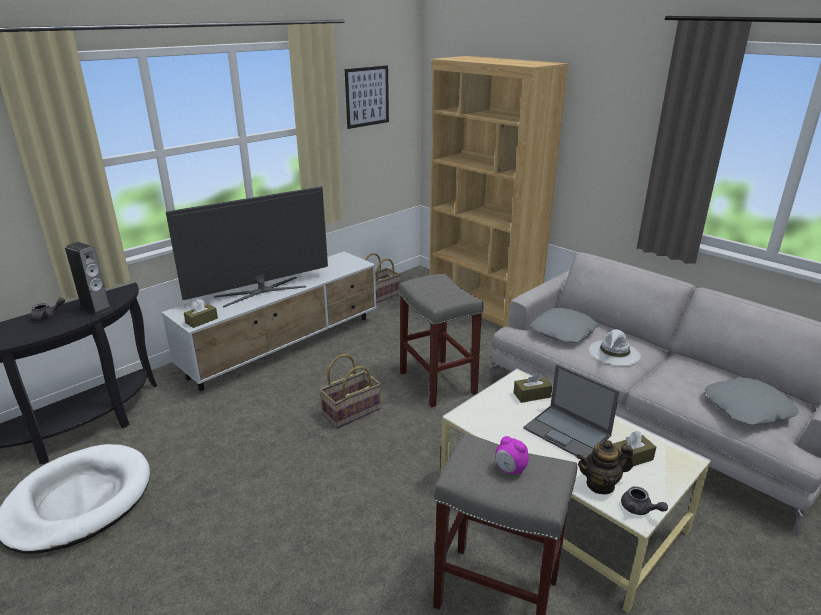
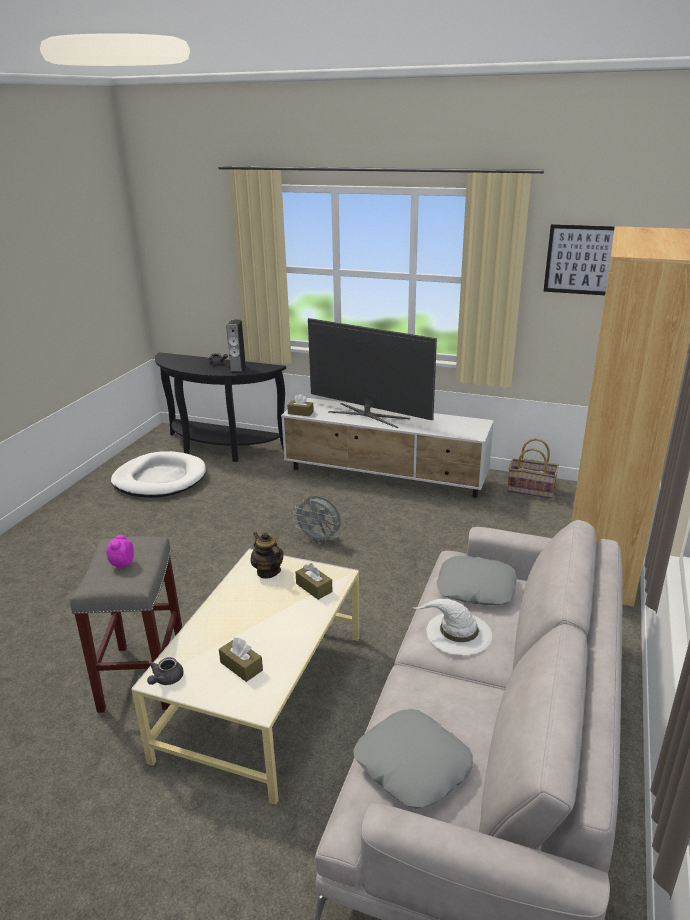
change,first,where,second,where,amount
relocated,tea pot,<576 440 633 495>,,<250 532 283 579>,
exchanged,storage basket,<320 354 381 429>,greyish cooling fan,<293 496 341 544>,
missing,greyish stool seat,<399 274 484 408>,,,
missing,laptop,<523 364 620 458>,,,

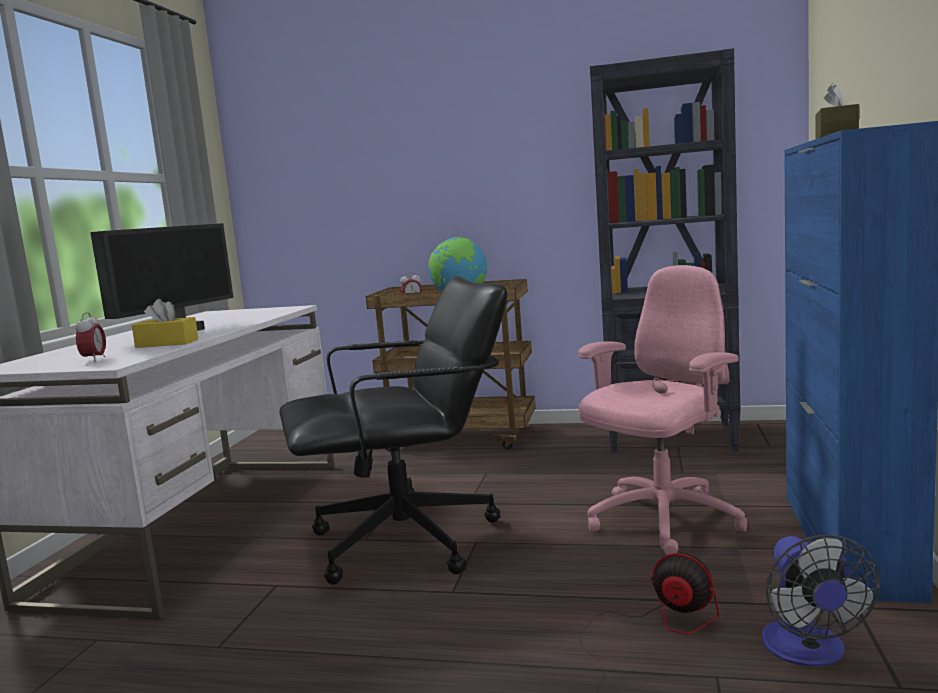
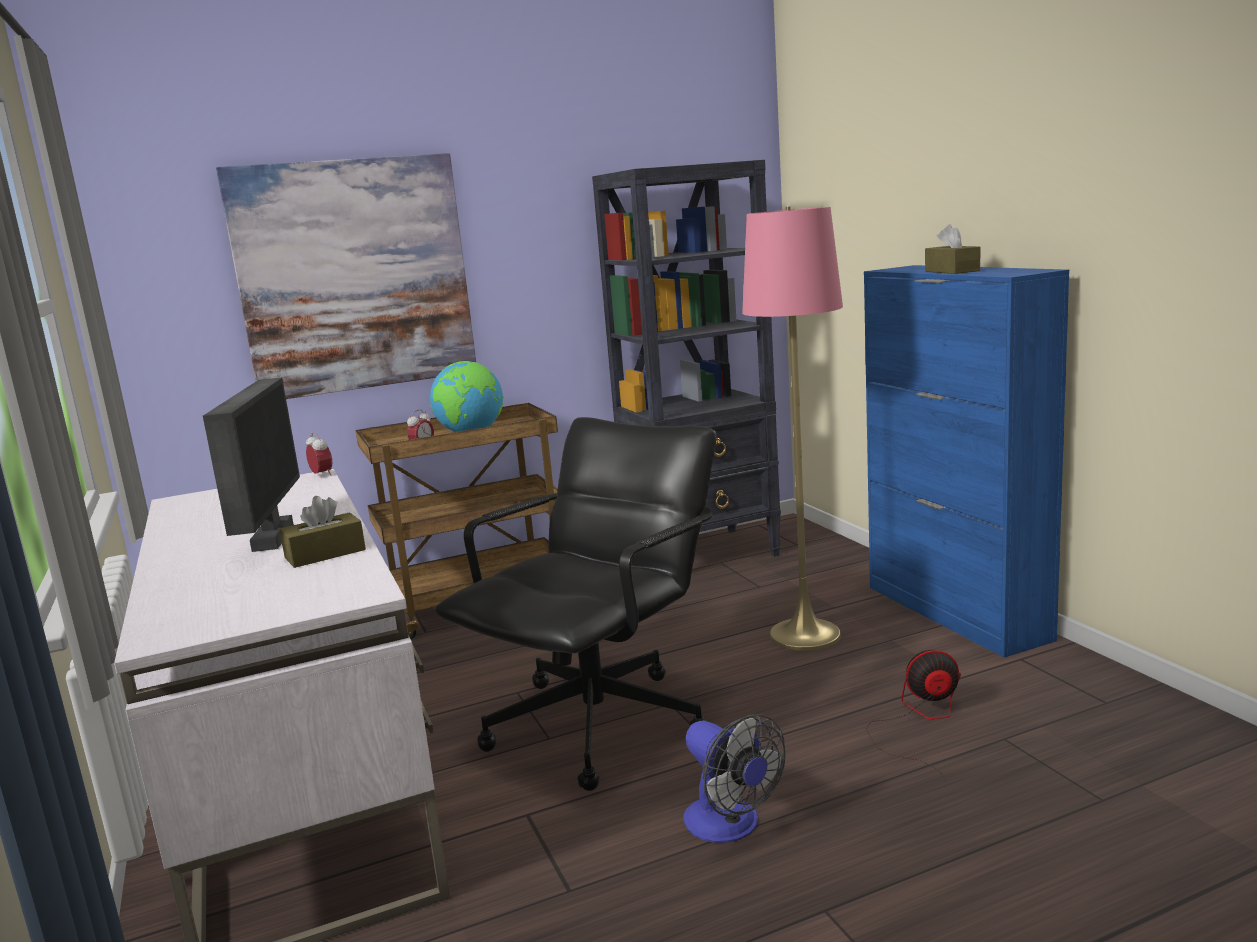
change,first,where,second,where,amount
appeared,,,wall picture,<216 153 476 399>,
colour,yellowish tissue holder,<132 299 198 348>,brown-coloured tissue holder,<279 496 366 568>,
relocated,table clock,<75 312 106 361>,,<306 432 332 476>,
relocated,cooling fan,<762 535 880 667>,,<683 714 785 843>,
exchanged,pink-coloured office chair,<578 265 748 555>,pink-coloured standard lamp,<742 207 843 651>,

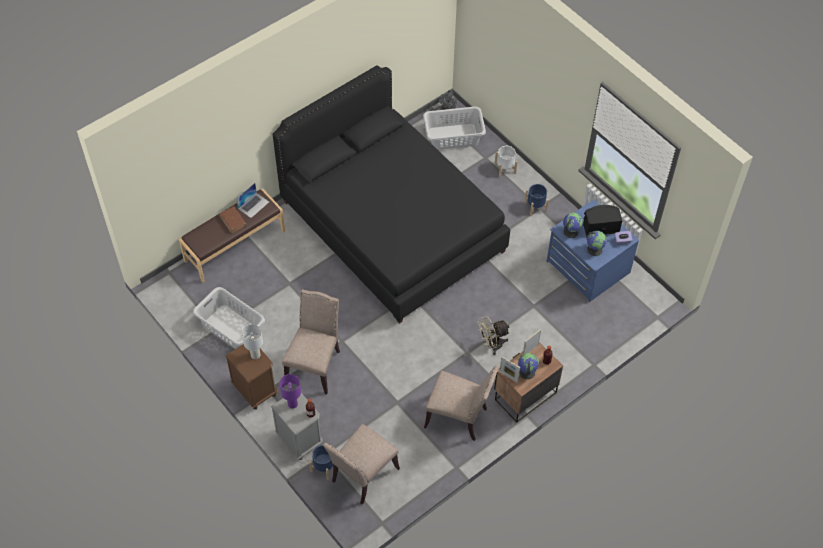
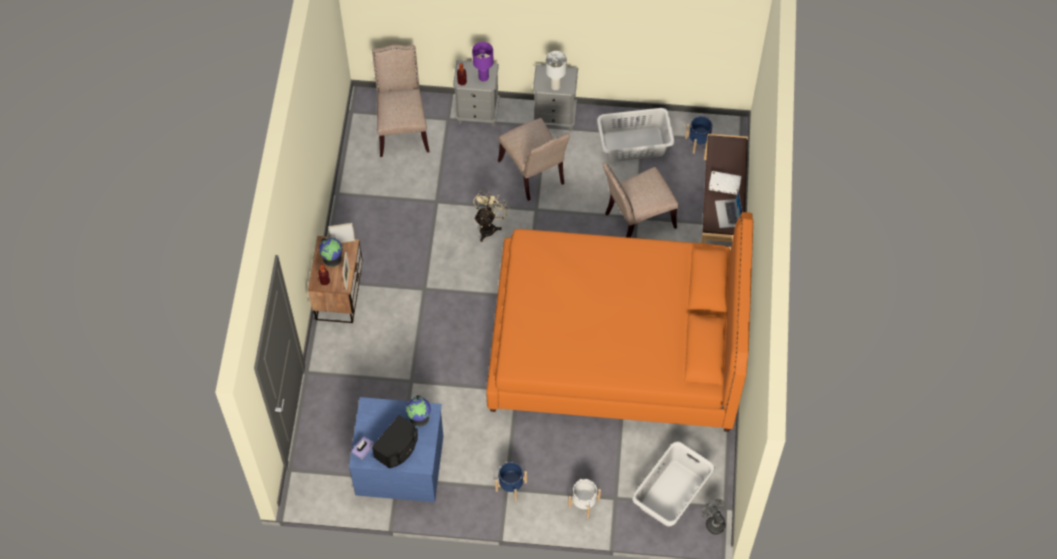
change,first,where,second,where,amount
relocated,beige-coloured cooling fan,<478 316 510 355>,,<473 190 510 242>,
colour,black-coloured sleeping bed,<273 65 510 323>,orange sleeping bed,<486 212 753 432>,
colour,brown-coloured nightstand,<226 344 277 409>,greyish nightstand,<533 64 578 131>,
relocated,beige-coloured upright chair,<424 365 499 441>,,<602 162 679 238>,
relocated,bluish planter,<309 445 333 480>,,<685 116 714 154>,
colour,brown-coloured book,<220 206 246 233>,white-coloured book,<709 171 741 195>,
missing,desk globe,<587 231 607 256>,,,

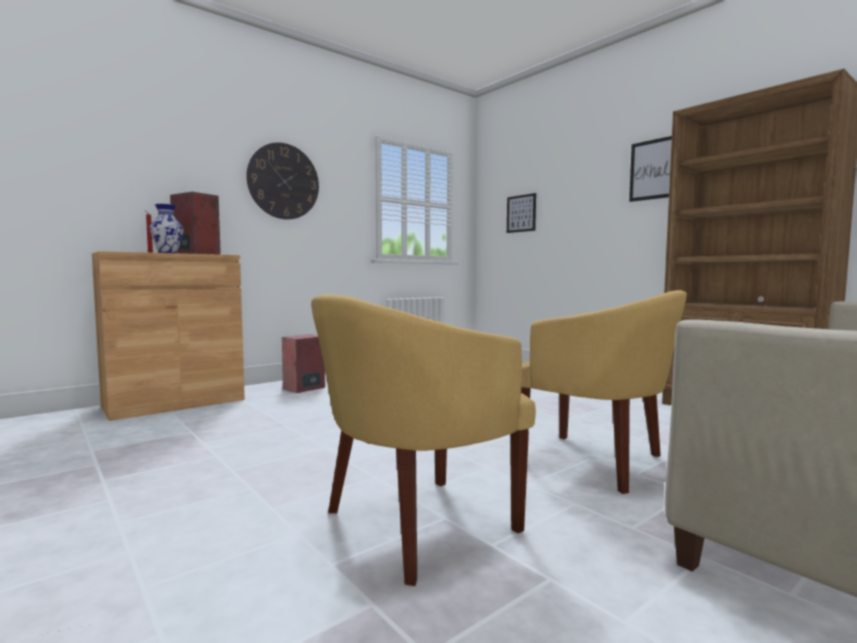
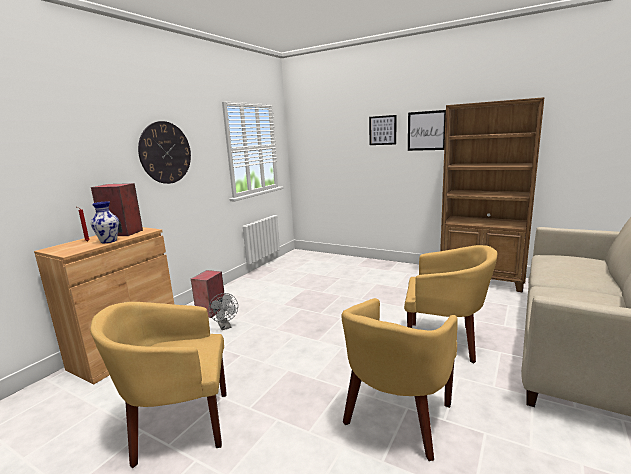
change,first,where,second,where,amount
appeared,,,yellowish easy chair,<90 302 227 468>,
appeared,,,greyish cooling fan,<208 293 238 330>,
relocated,wall picture,<507 193 536 233>,,<369 115 396 145>,

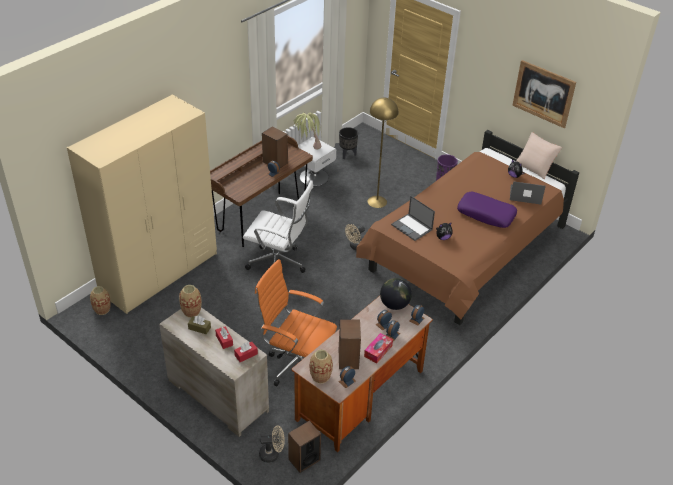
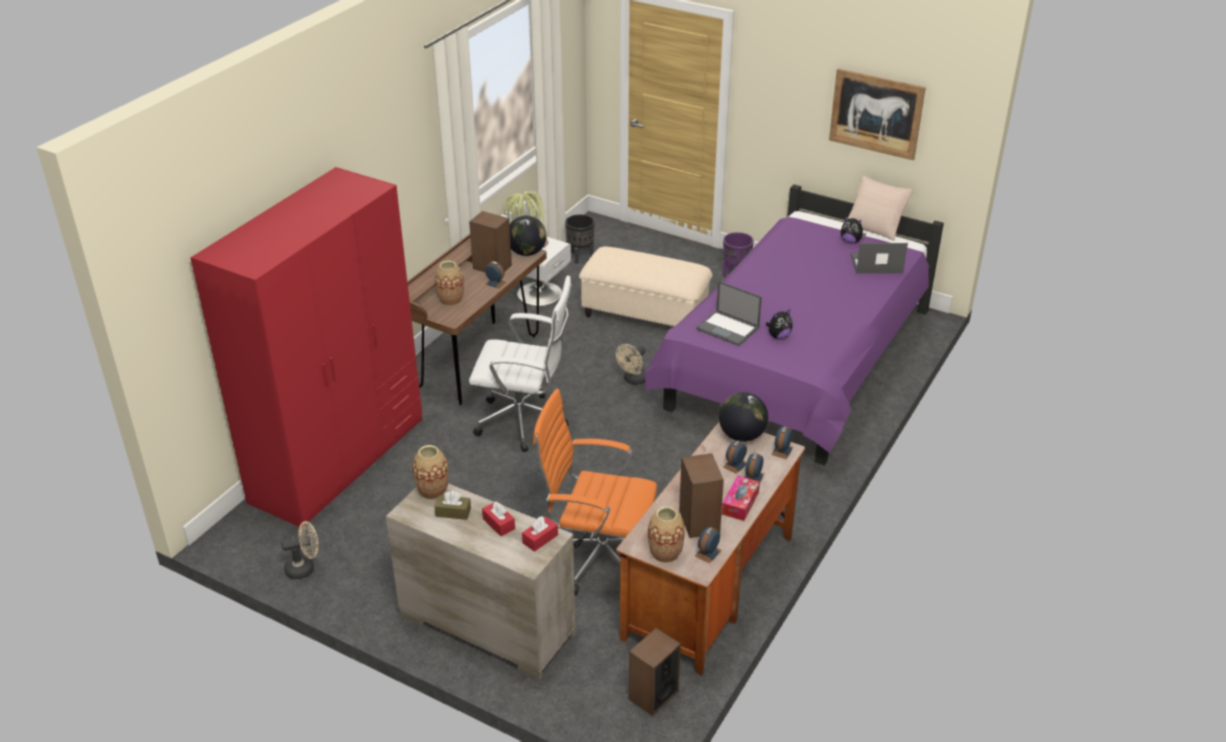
change,first,where,second,where,amount
colour,beige-coloured clothes cupboard,<67 95 217 314>,red clothes cupboard,<190 167 422 528>,
relocated,beige-coloured cooling fan,<259 425 285 463>,,<281 521 318 579>,
relocated,vase,<90 286 111 315>,,<435 261 464 306>,
appeared,,,desk globe,<510 215 546 256>,
exchanged,yellowish standard lamp,<368 98 399 208>,beige-coloured footrest,<579 246 712 327>,
colour,brown-coloured sleeping bed,<356 130 579 325>,purple-coloured sleeping bed,<645 184 944 465>,
missing,purple-coloured pillow,<457 192 517 228>,,,

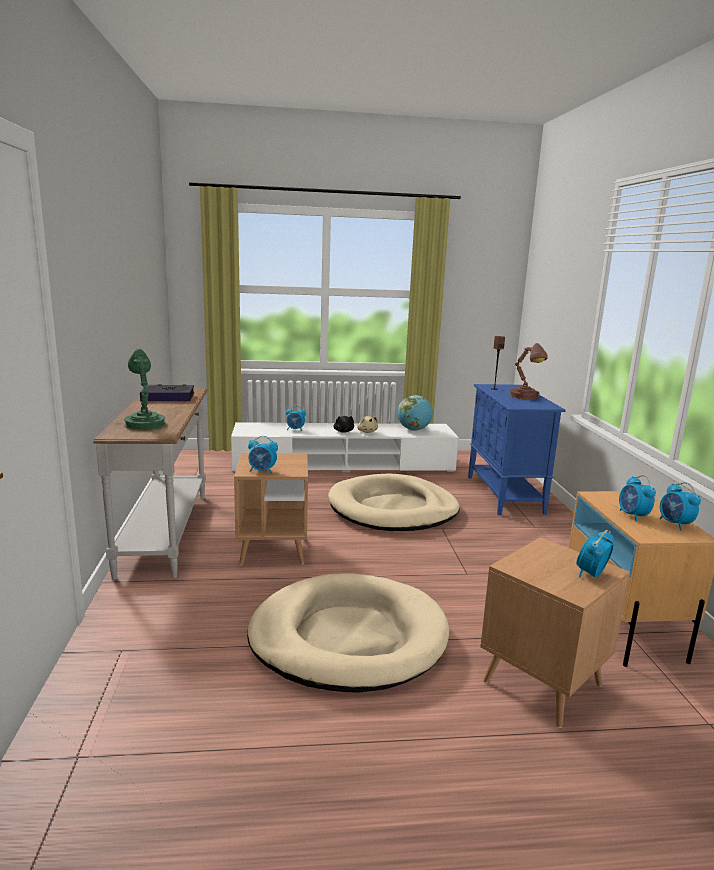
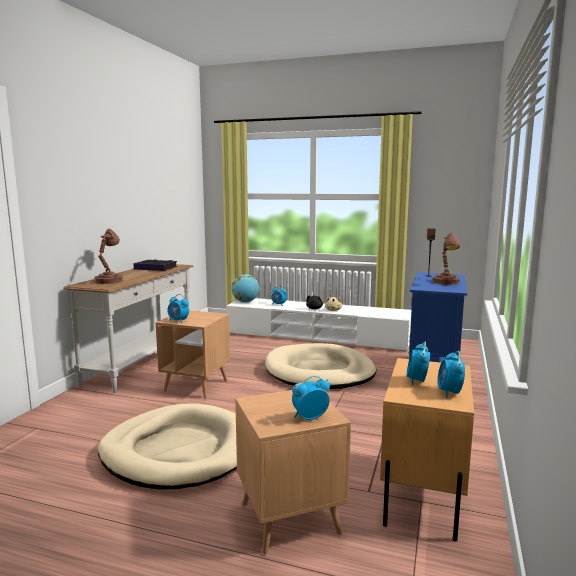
change,first,where,second,where,amount
colour,green-coloured tabletop lamp,<124 349 165 430>,brown-coloured tabletop lamp,<94 229 123 284>,
relocated,desk globe,<398 395 433 431>,,<231 274 259 302>,

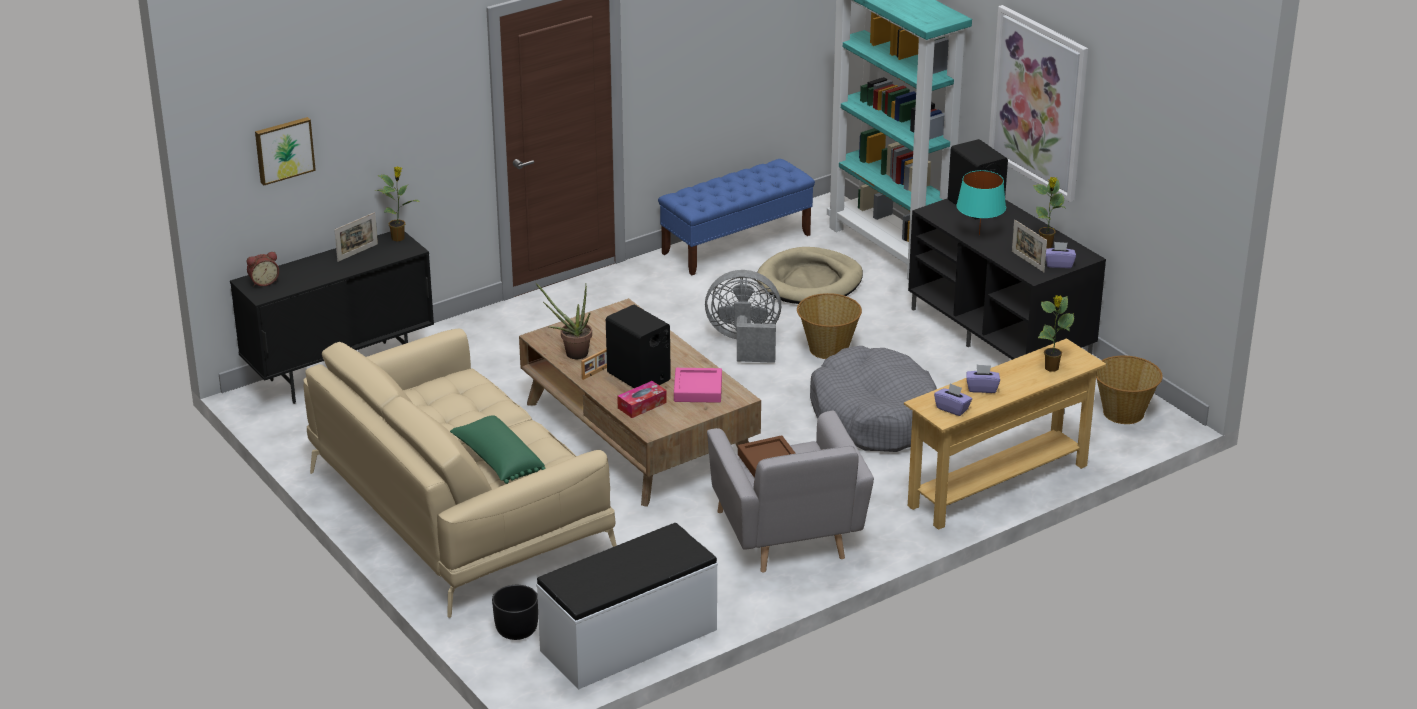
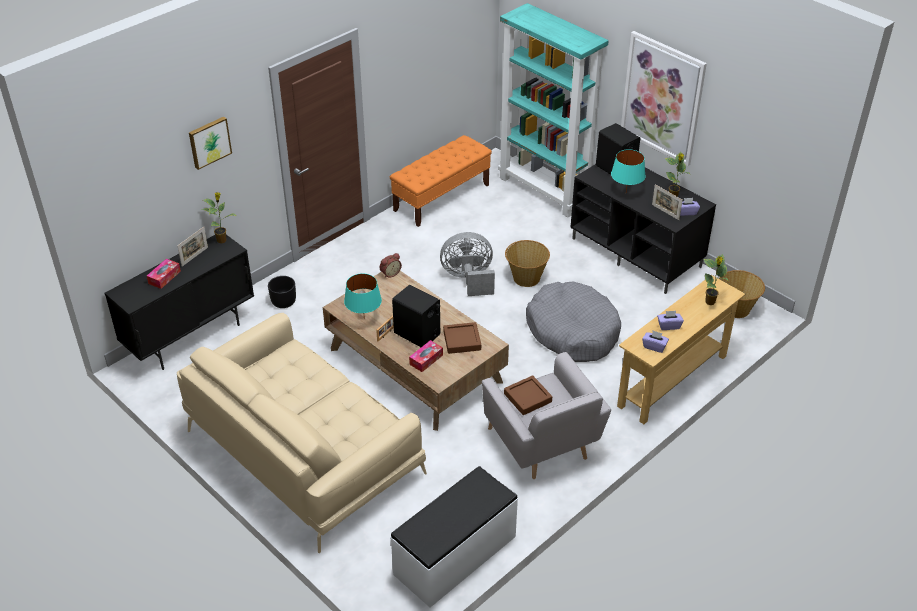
change,first,where,second,where,amount
appeared,,,tissue holder,<147 258 181 289>,
relocated,wall picture,<255 117 316 185>,,<189 116 232 170>,
relocated,black-coloured planter,<492 585 538 640>,,<268 276 296 308>,
exchanged,potted plant,<536 283 592 359>,turquoise tabletop lamp,<344 273 382 319>,
relocated,table clock,<247 252 279 286>,,<380 253 402 278>,
colour,bluish bench,<658 159 815 275>,orange bench,<390 135 492 227>,
colour,pink-coloured tray,<674 368 722 403>,brown-coloured tray,<443 322 481 354>,
missing,green-coloured pillow,<450 416 546 484>,,,
missing,beige-coloured dog cushion,<757 247 863 304>,,,

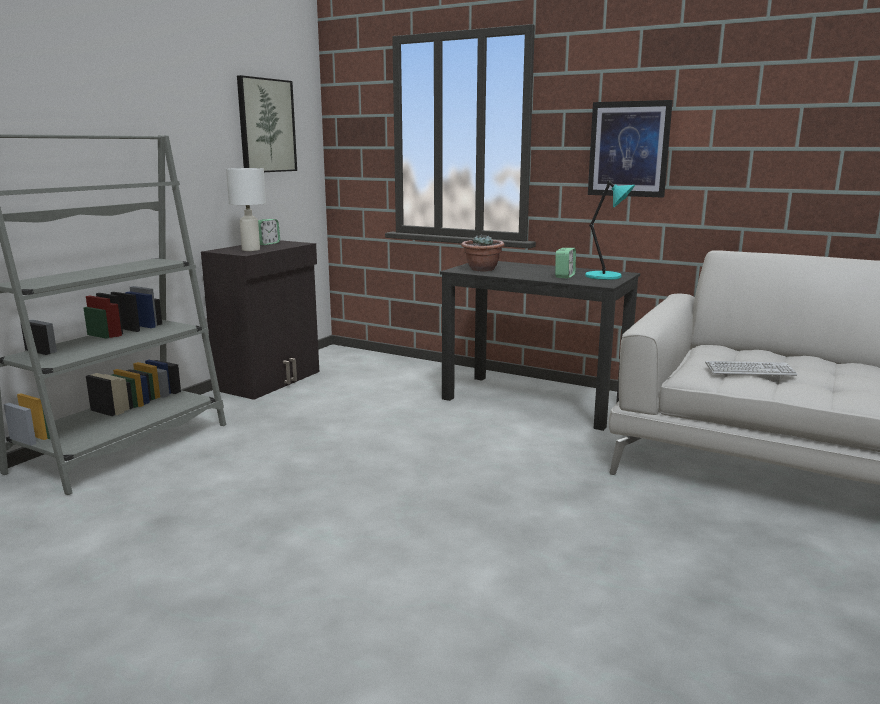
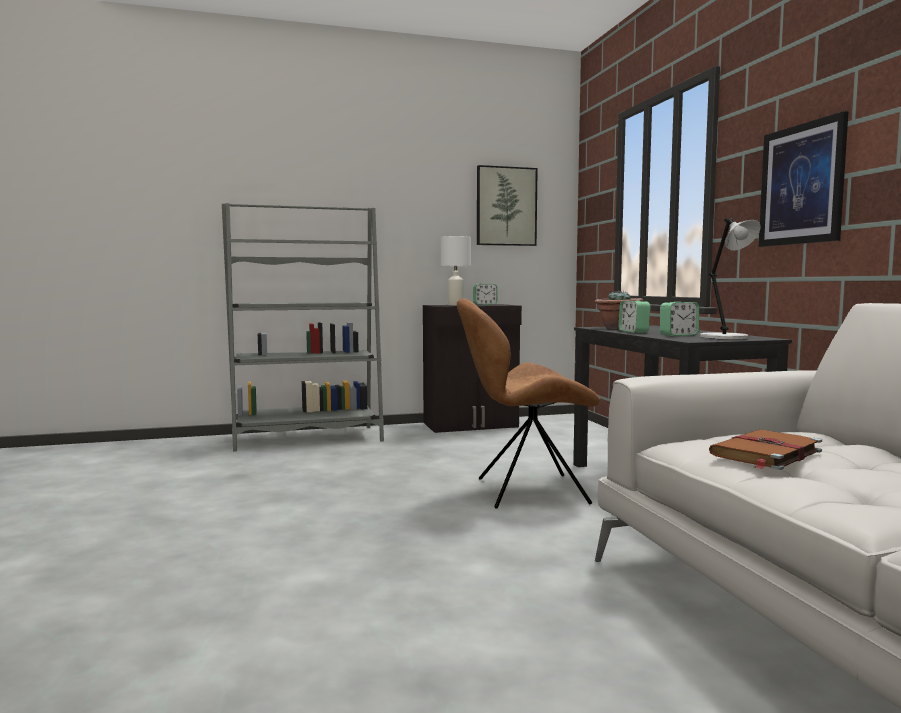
change,first,where,second,where,amount
appeared,,,brown-coloured upright chair,<457 298 601 509>,
appeared,,,table clock,<618 301 651 333>,
colour,turquoise tabletop lamp,<585 181 635 280>,greyish tabletop lamp,<700 218 761 340>,
exchanged,computer keyboard,<705 361 798 376>,brown-coloured book,<709 429 822 470>,

